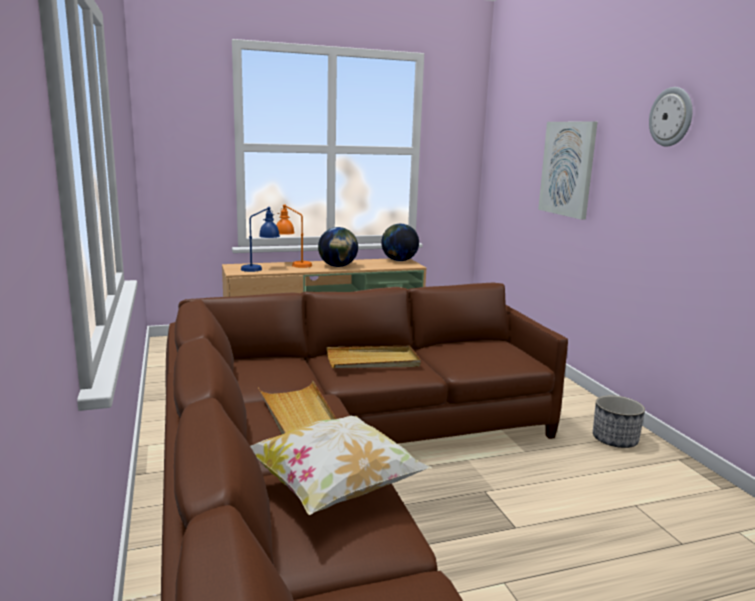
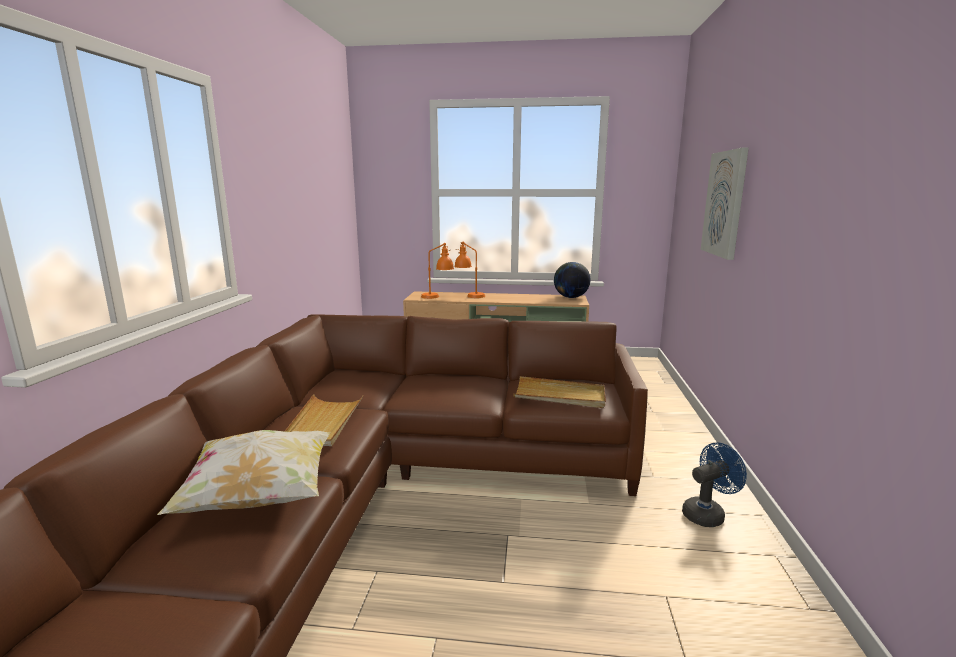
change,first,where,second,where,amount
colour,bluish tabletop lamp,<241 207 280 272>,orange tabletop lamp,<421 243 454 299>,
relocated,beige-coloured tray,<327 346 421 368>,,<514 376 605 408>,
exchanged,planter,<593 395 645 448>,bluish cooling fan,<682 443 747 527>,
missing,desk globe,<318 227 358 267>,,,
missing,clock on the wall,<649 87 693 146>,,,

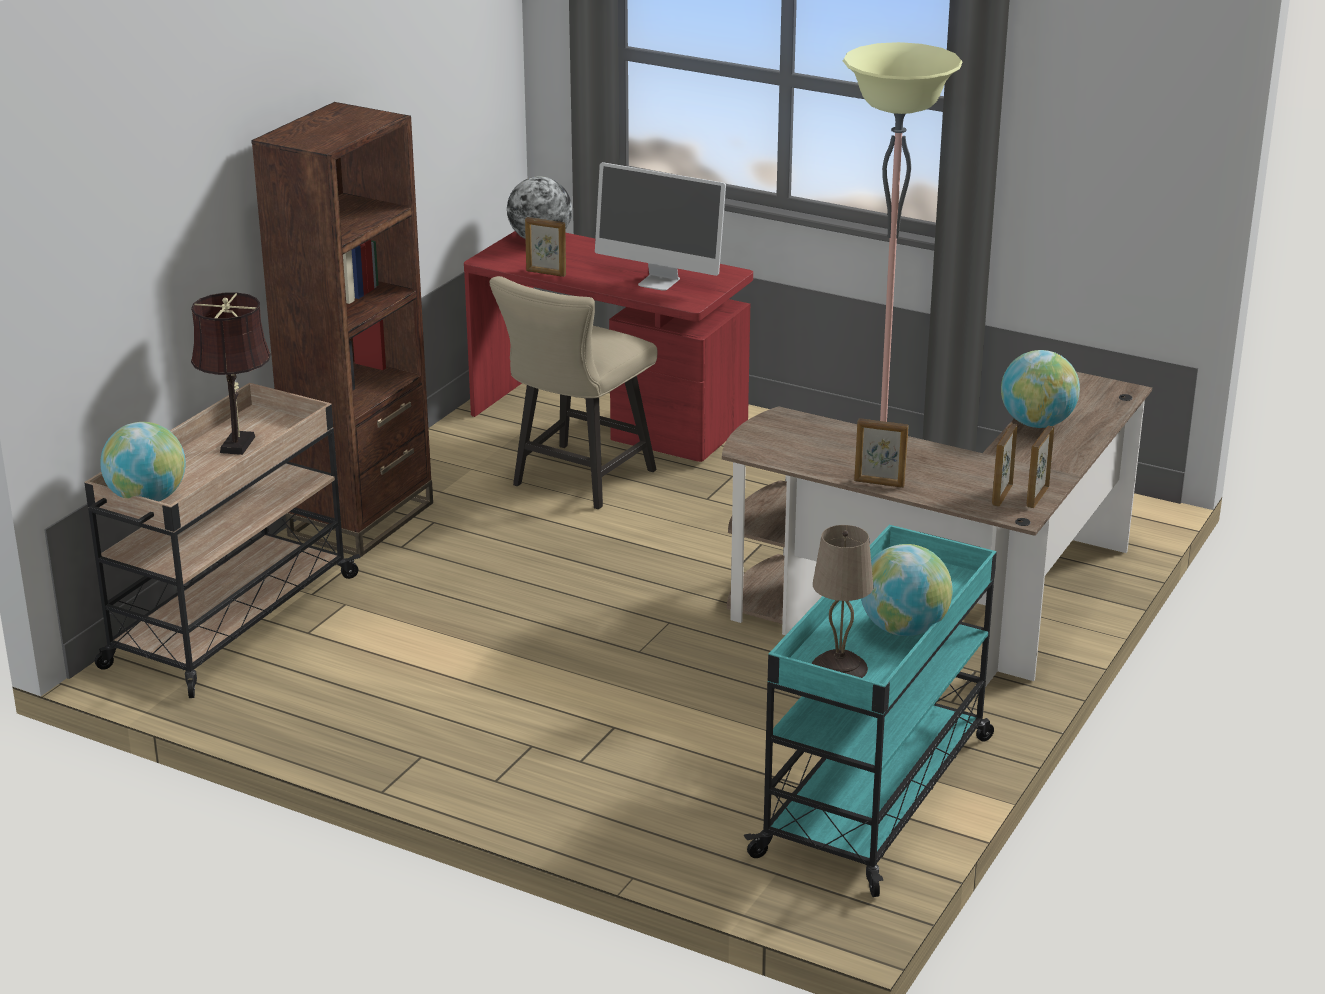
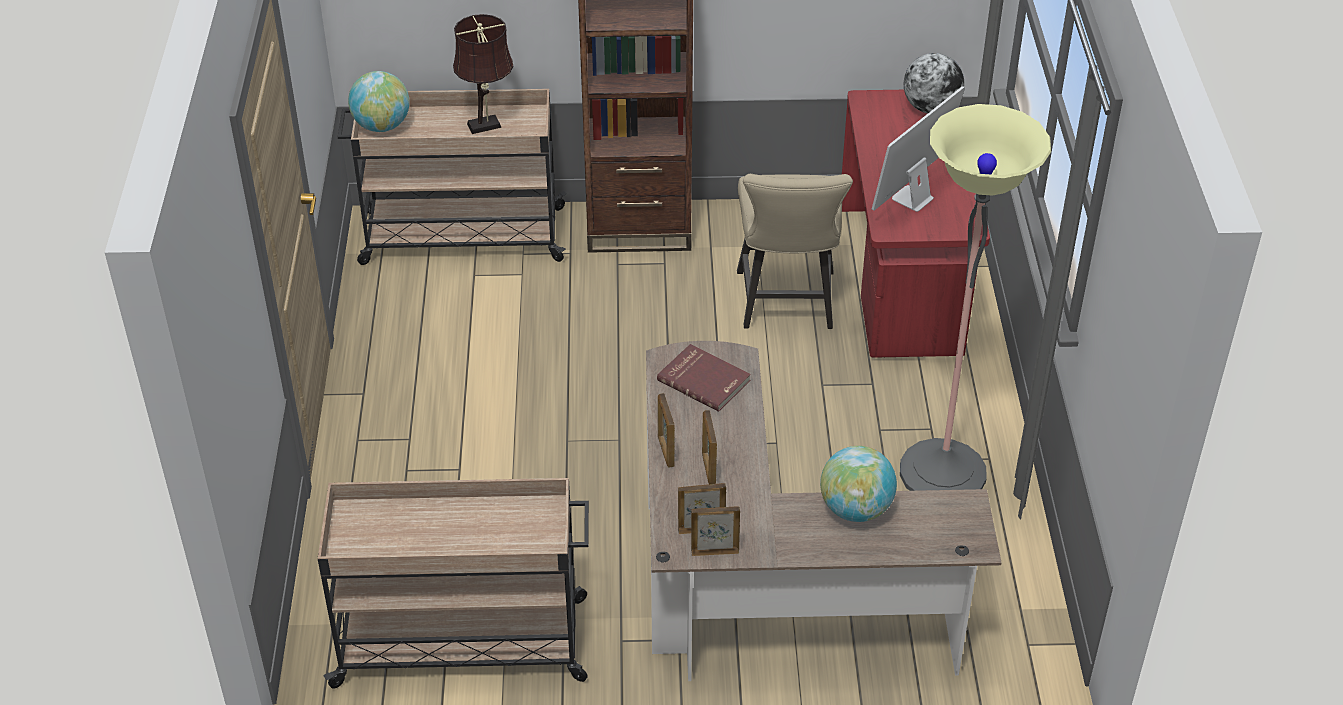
change,first,where,second,where,amount
colour,turquoise cart,<743 525 997 897>,beige-coloured cart,<318 478 589 689>,
appeared,,,red book,<657 344 751 412>,
relocated,standing frame,<525 217 566 277>,,<702 410 717 484>,
spun,beige-coloured upright chair,<490 276 657 509>,,<737 174 853 329>,90 degrees counterclockwise
spun,monitor,<595 162 726 291>,,<872 86 965 212>,45 degrees clockwise
missing,beige-coloured tabletop lamp,<812 525 874 678>,,,
missing,desk globe,<861 544 953 636>,,,

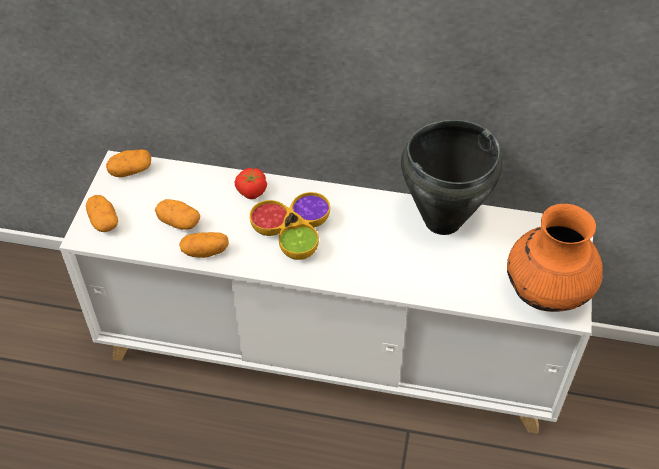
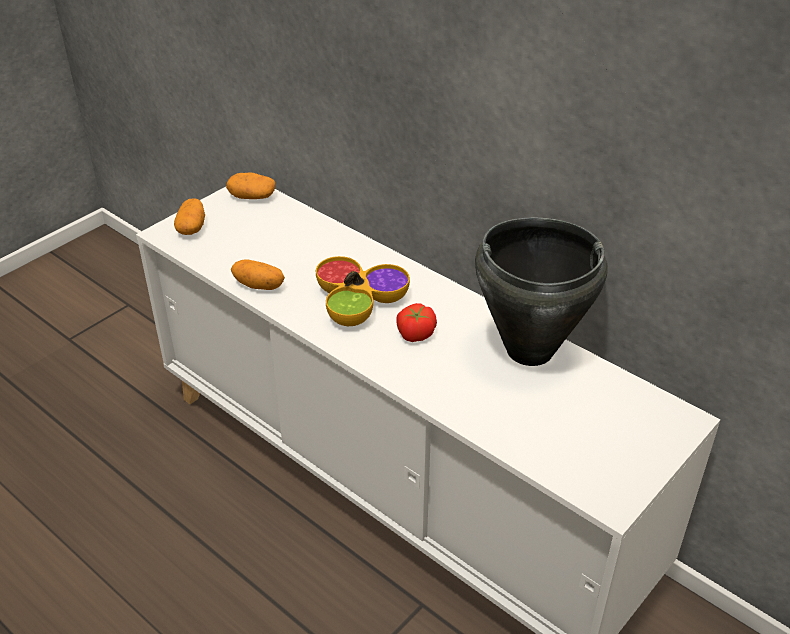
change,first,where,second,where,amount
relocated,whole tomato,<235 168 267 199>,,<396 303 437 342>,
missing,potato,<155 199 200 230>,,,
missing,orange vase,<507 204 603 312>,,,

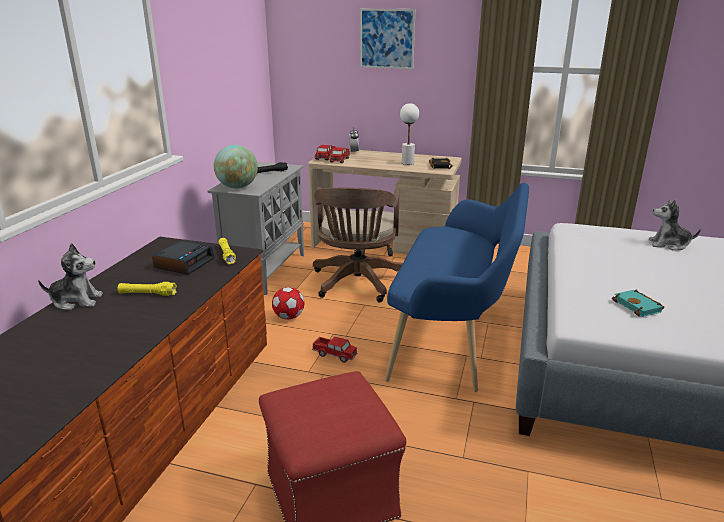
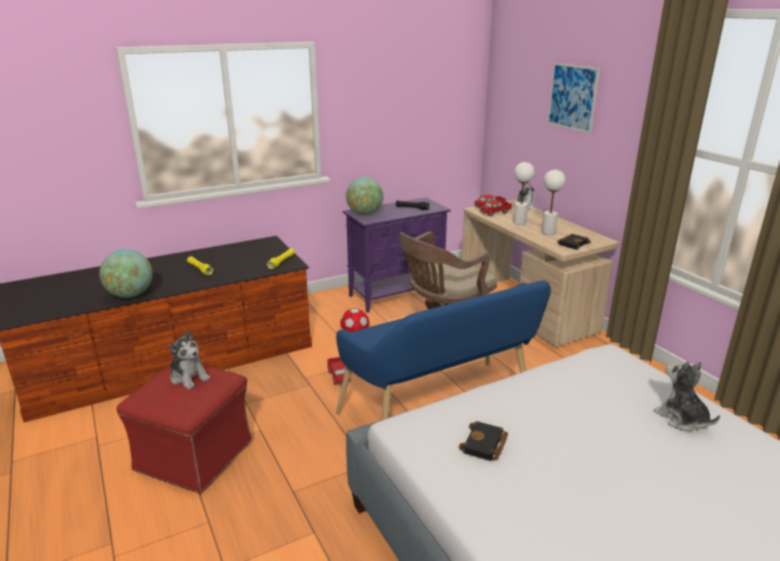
change,first,where,second,where,amount
appeared,,,desk globe,<99 249 153 298>,
relocated,plush toy,<38 243 103 310>,,<169 330 210 389>,
colour,greyish storage cabinet,<208 162 304 295>,purple-coloured storage cabinet,<343 197 451 313>,
colour,turquoise book,<612 290 664 317>,black-coloured book,<459 421 508 461>,
appeared,,,white-coloured tabletop lamp,<513 162 535 225>,
missing,table clock,<152 240 215 275>,,,

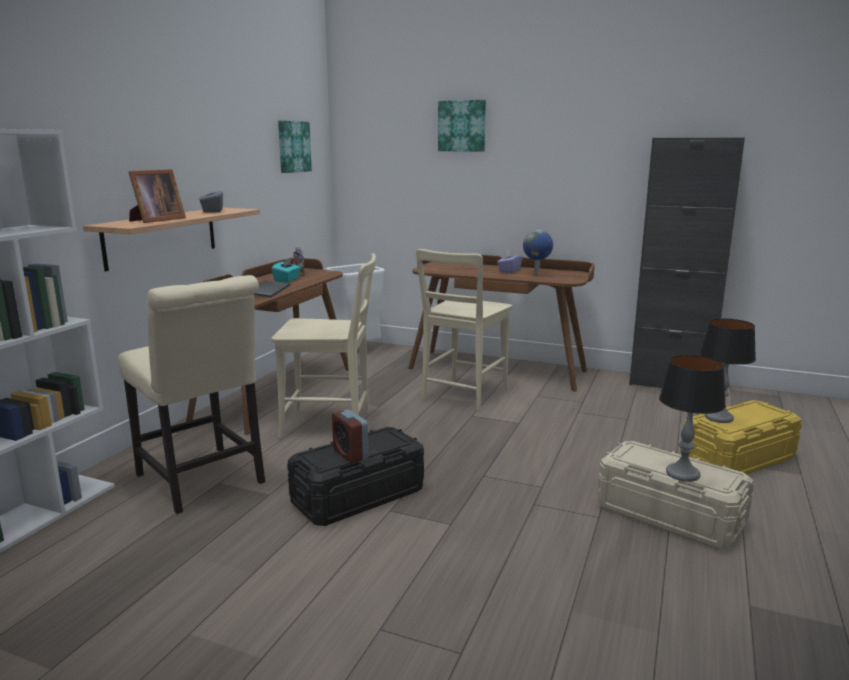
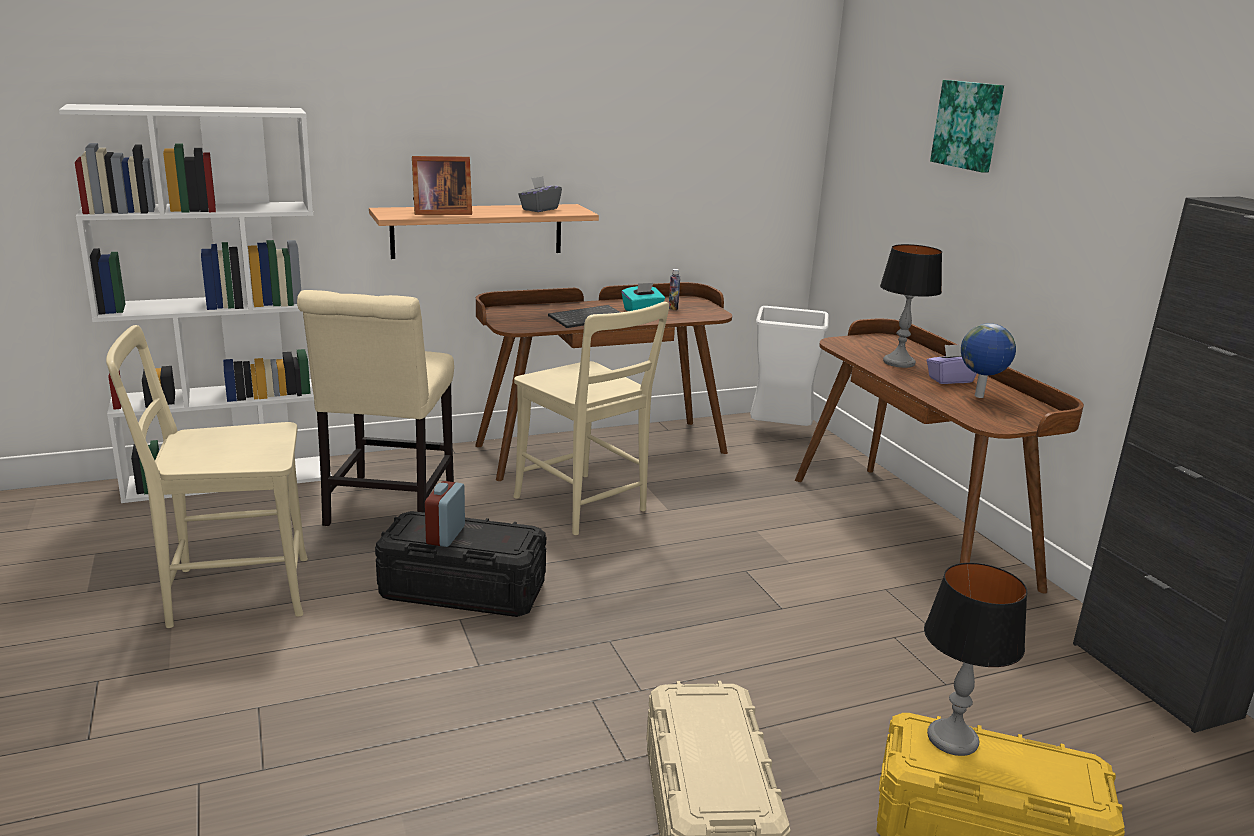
change,first,where,second,where,amount
relocated,beige-coloured upright chair,<416 249 512 411>,,<106 325 308 628>,
relocated,tabletop lamp,<659 355 726 482>,,<880 244 942 368>,
missing,wall picture,<278 120 312 173>,,,

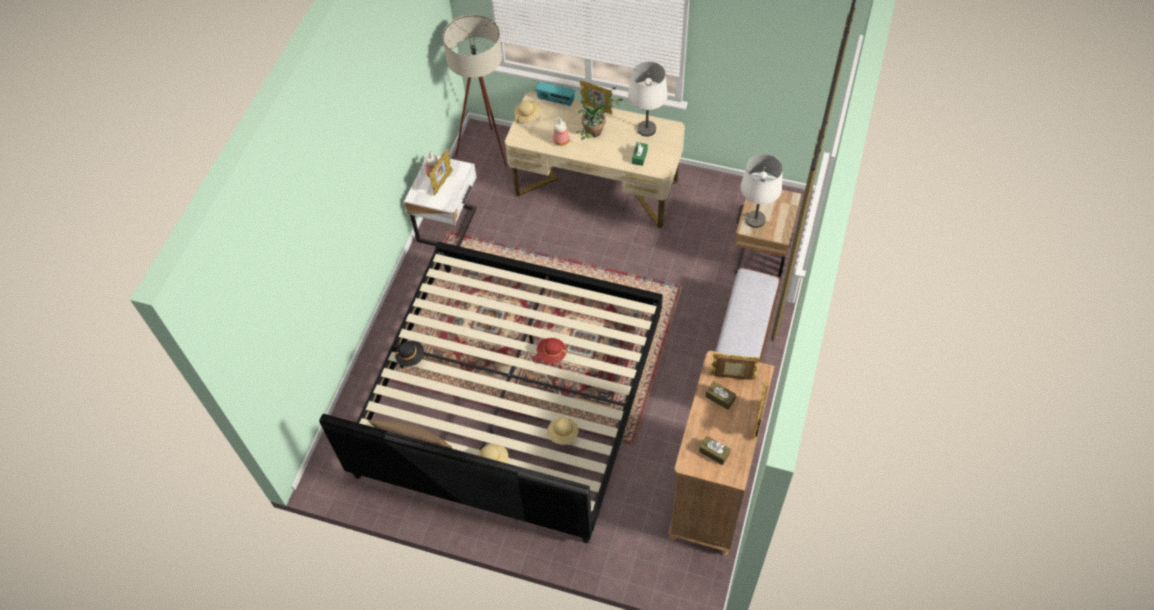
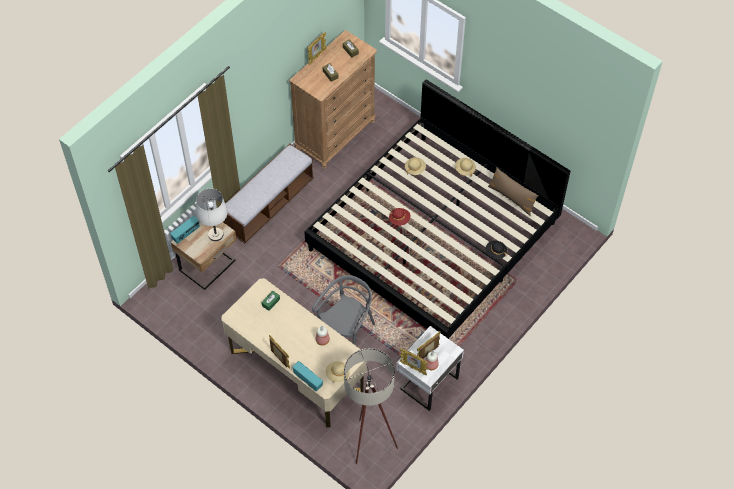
change,first,where,second,where,amount
appeared,,,radio,<170 216 199 244>,
appeared,,,greyish upright chair,<312 275 375 345>,
relocated,standing frame,<710 353 760 380>,,<400 348 428 375>,
missing,potted plant,<576 87 623 140>,,,
missing,white-coloured tabletop lamp,<628 61 668 137>,,,

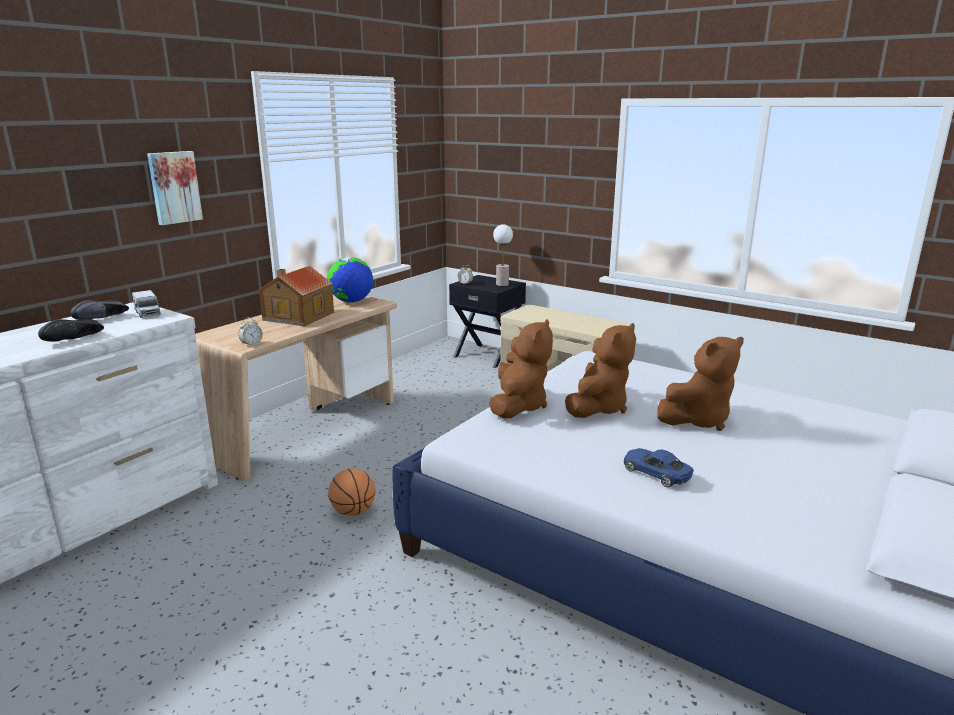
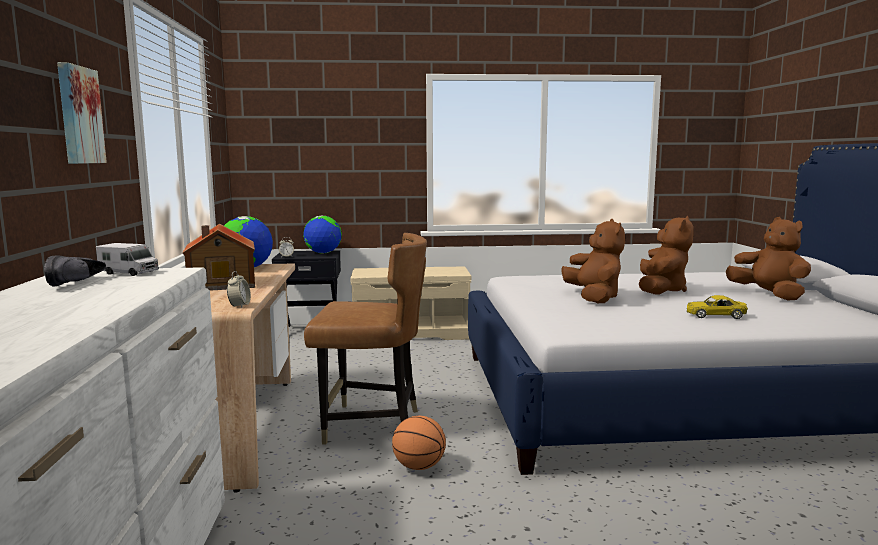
change,first,where,second,where,amount
exchanged,tabletop lamp,<493 224 513 286>,desk globe,<303 216 342 254>,
appeared,,,brown-coloured upright chair,<304 233 427 445>,
colour,bluish toy car,<624 448 694 488>,yellowish toy car,<687 295 748 319>,
relocated,brown-coloured plush toy,<489 319 553 419>,,<726 217 811 300>,
missing,black-coloured low shoe,<38 319 104 342>,,,

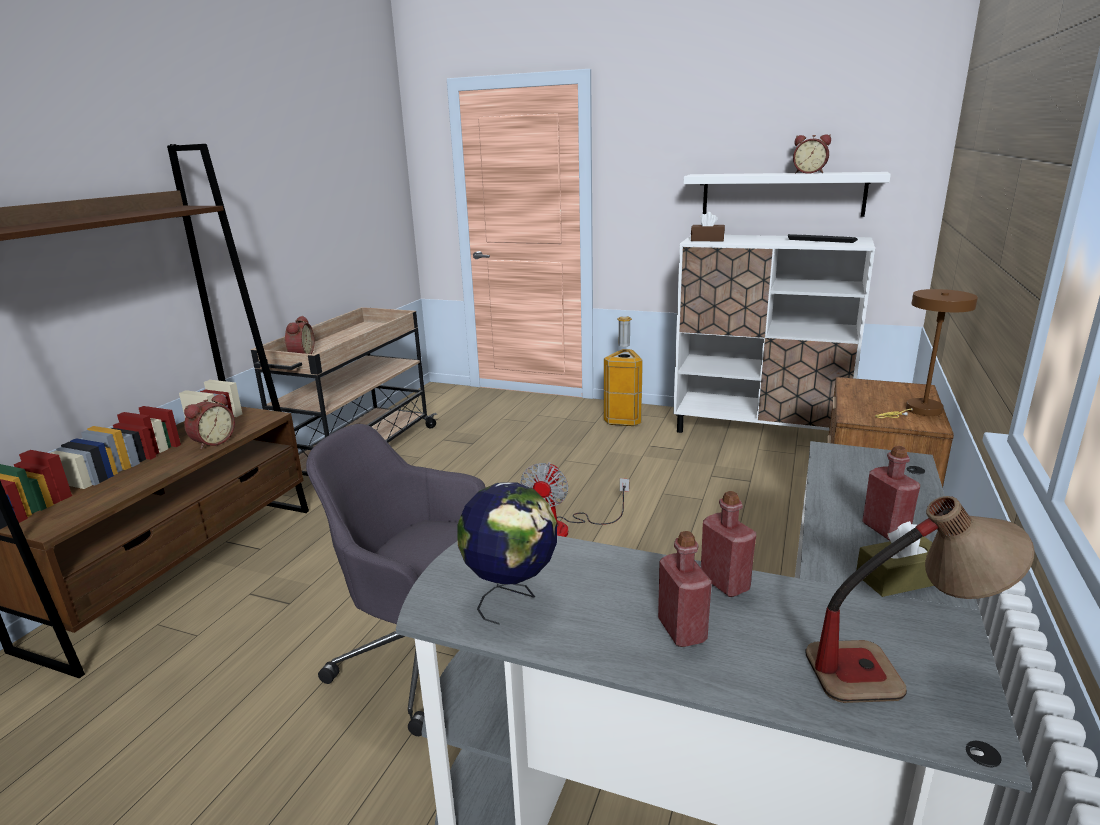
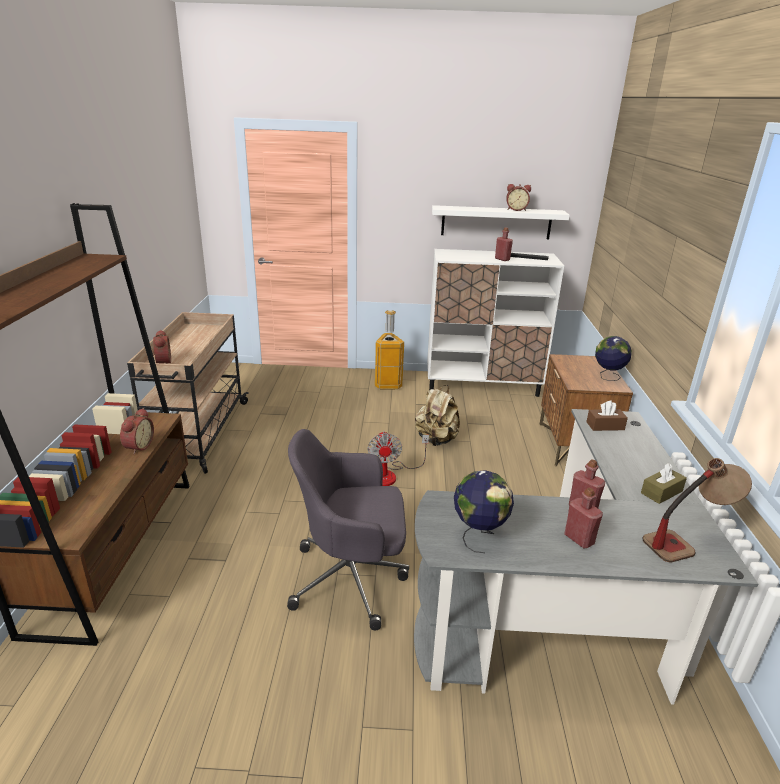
change,first,where,second,where,amount
appeared,,,beige-coloured backpack,<415 385 460 446>,
relocated,red drink bottle,<862 446 920 541>,,<495 228 513 261>,
relocated,brown-coloured tissue holder,<691 212 725 241>,,<586 400 628 431>,
exchanged,brown-coloured tabletop lamp,<875 289 978 418>,desk globe,<595 336 632 381>,

